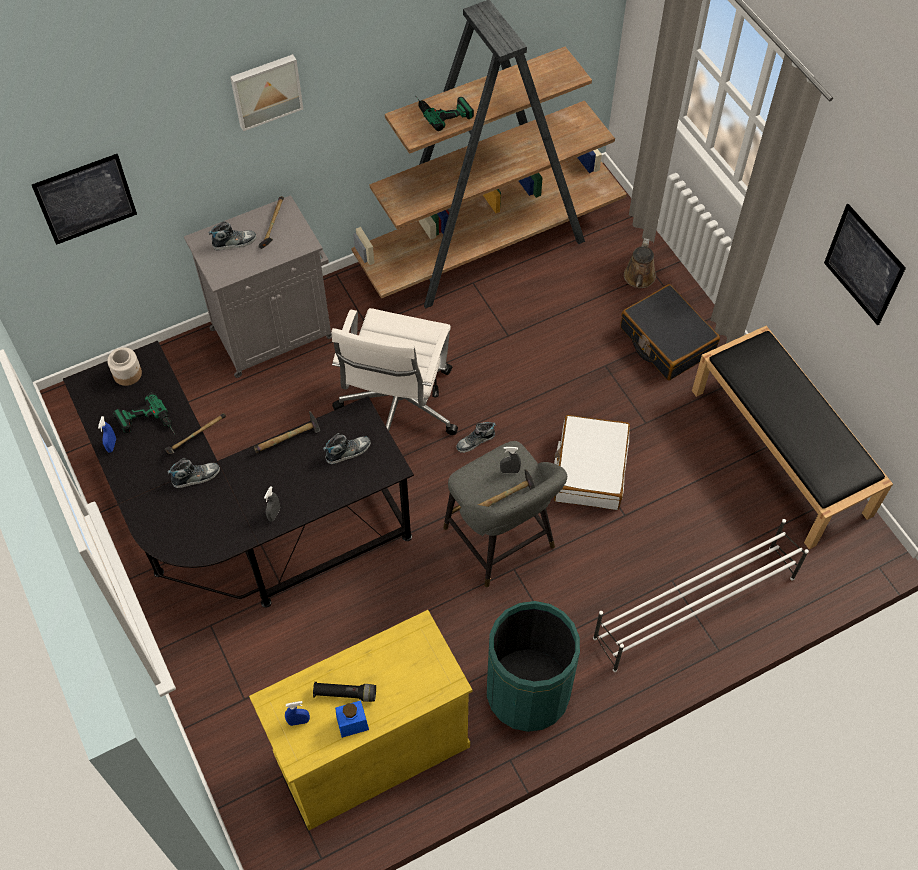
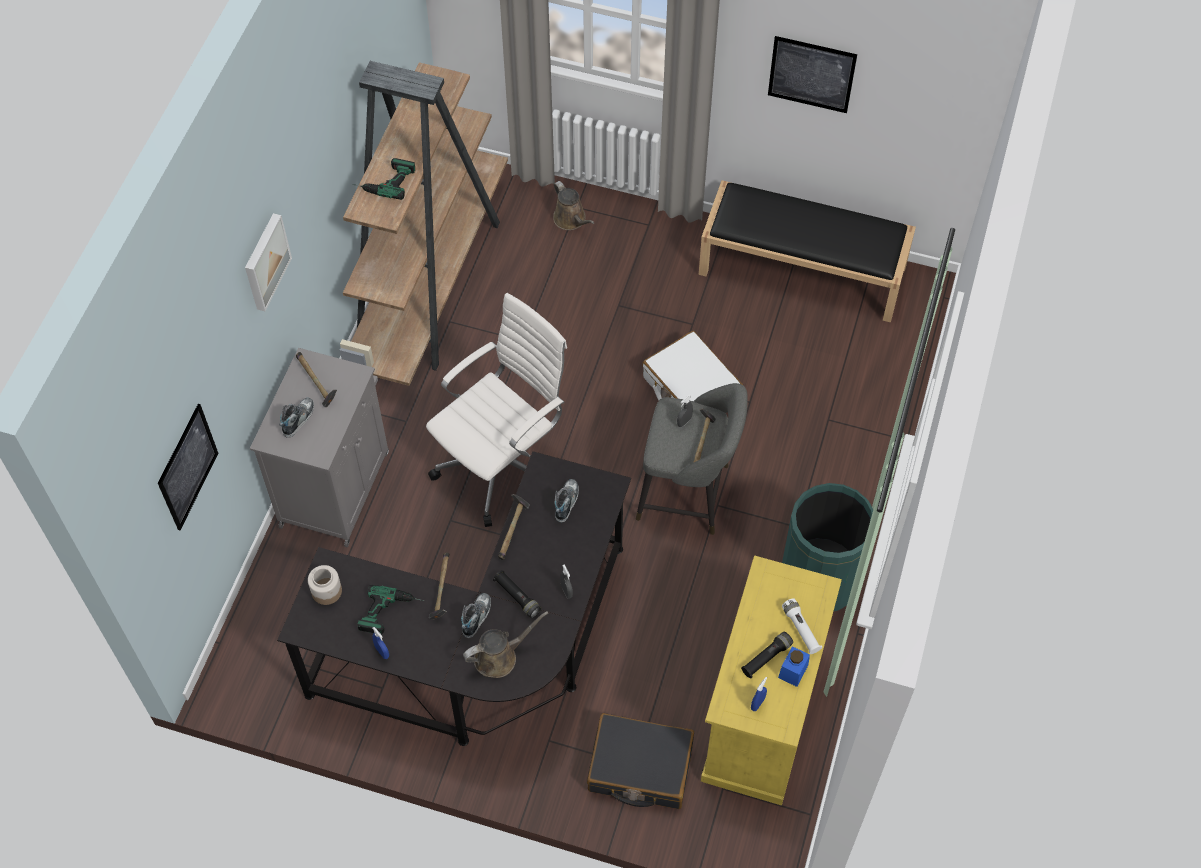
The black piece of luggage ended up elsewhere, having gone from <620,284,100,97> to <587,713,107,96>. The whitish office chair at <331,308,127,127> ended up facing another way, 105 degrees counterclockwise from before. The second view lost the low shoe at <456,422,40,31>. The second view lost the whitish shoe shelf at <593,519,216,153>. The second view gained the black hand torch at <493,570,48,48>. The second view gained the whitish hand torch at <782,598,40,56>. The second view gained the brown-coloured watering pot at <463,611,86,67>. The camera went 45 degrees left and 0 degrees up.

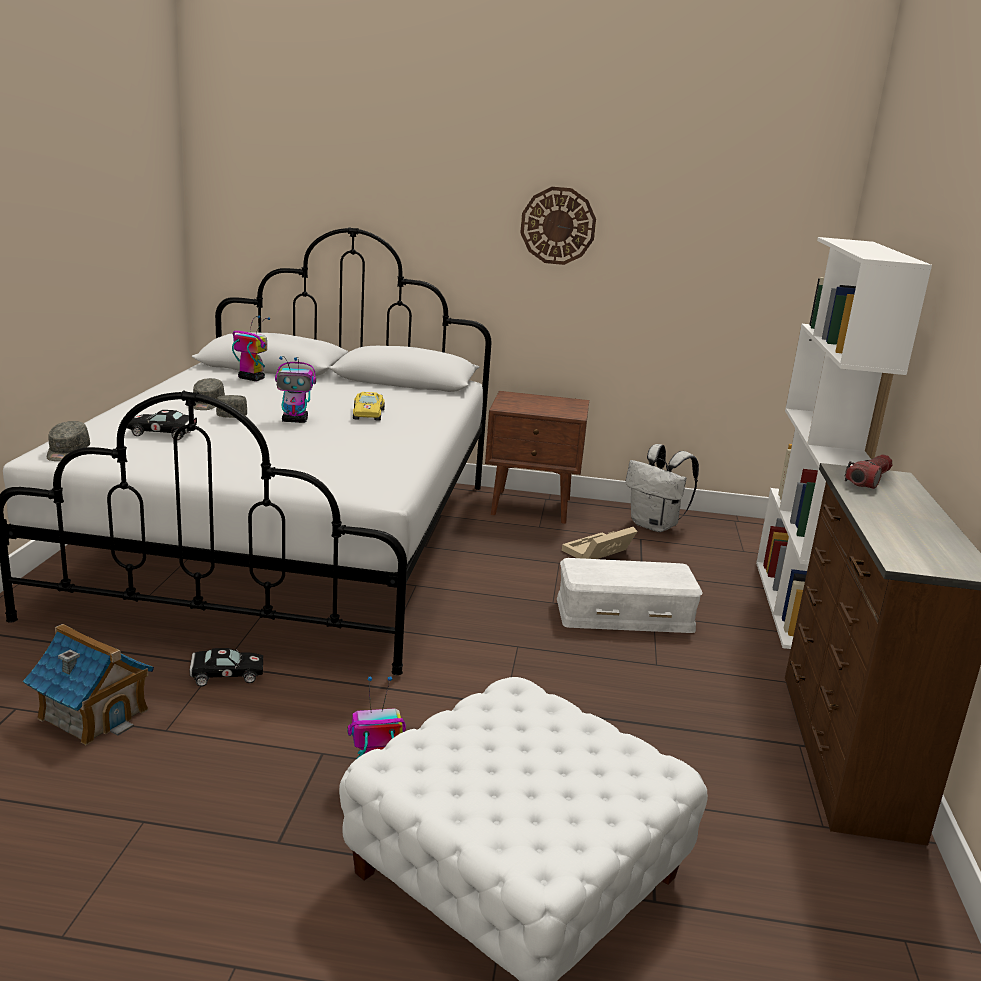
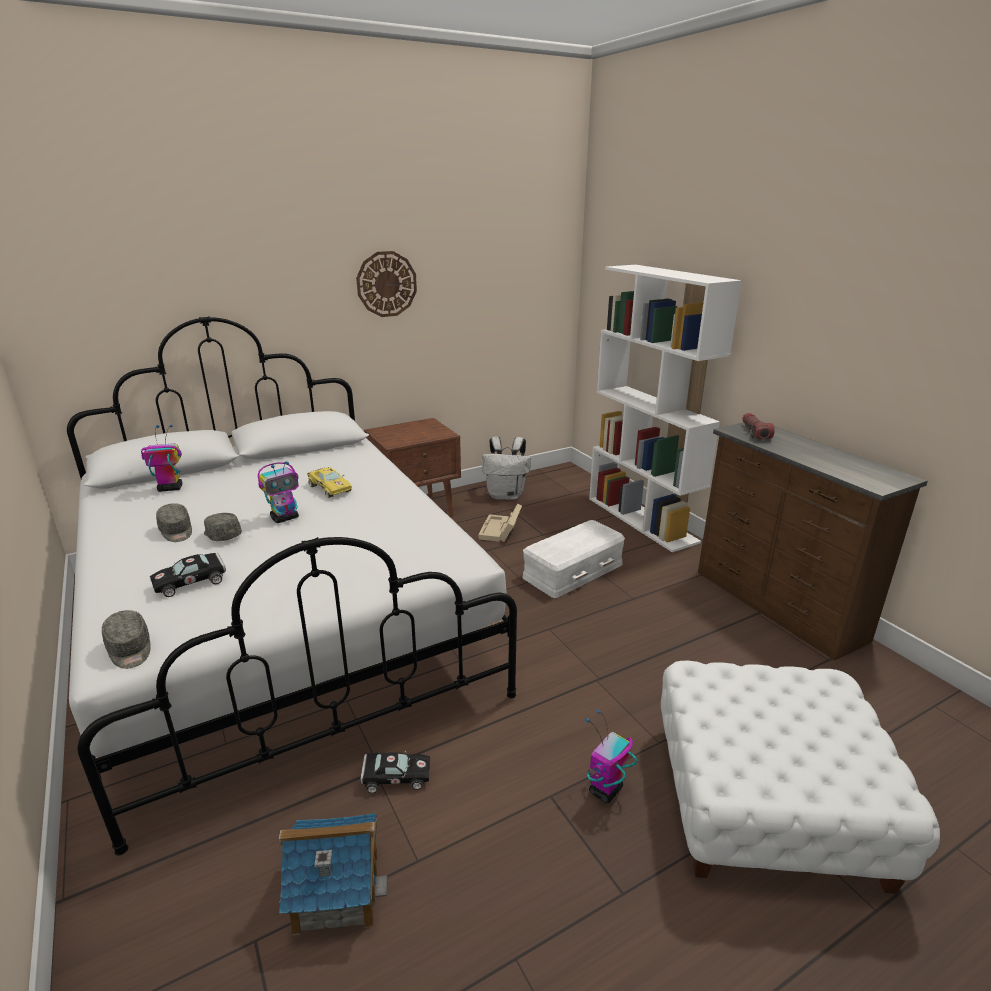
The black model car at <190,648,73,39> ended up facing another way, 45 degrees clockwise from before. The camera went 35 degrees left and 5 degrees up.

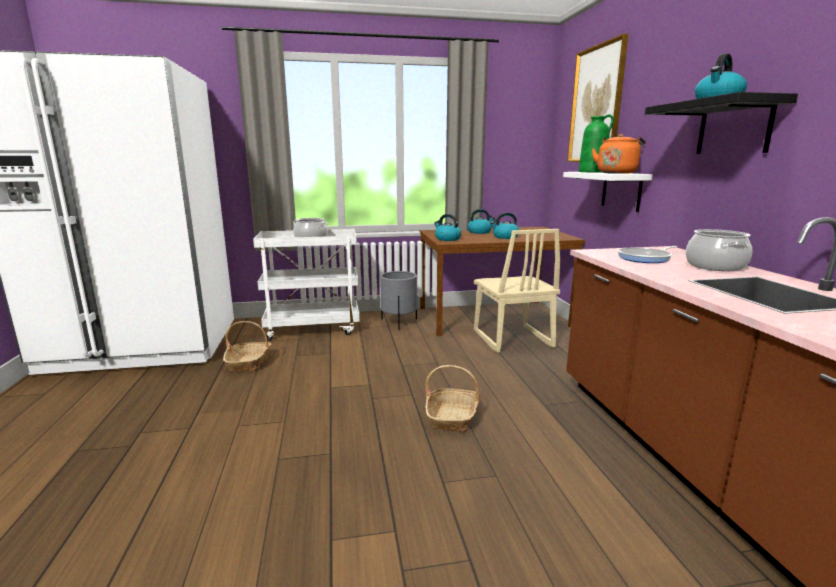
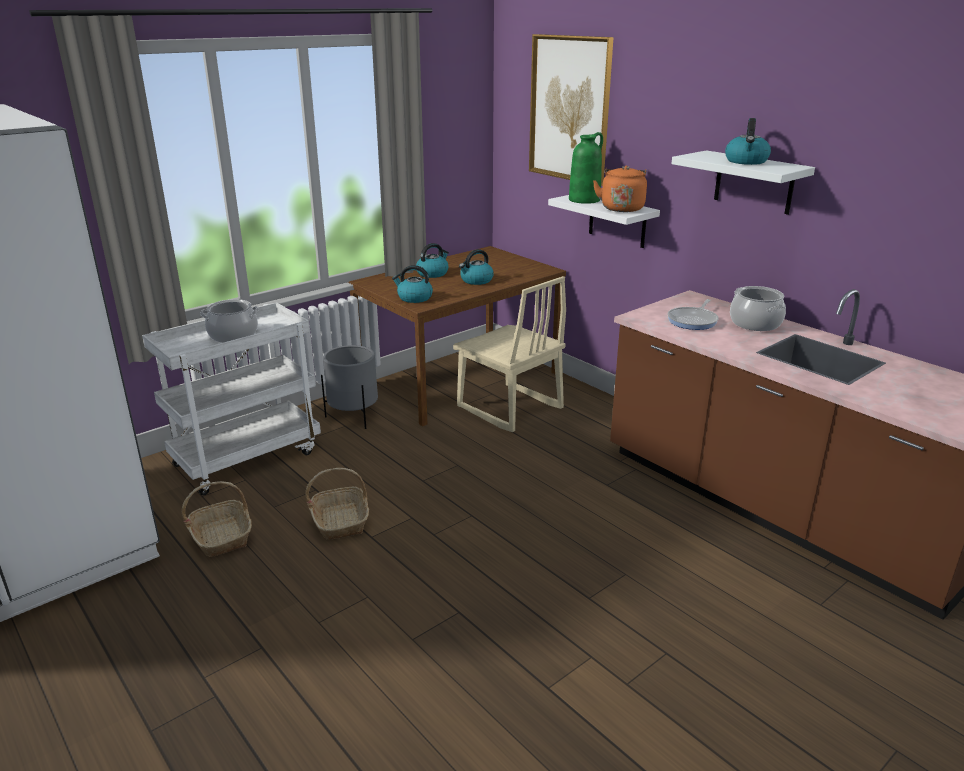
What was the black bracket shelf at <645,92,153,62> turned into the whitish bracket shelf at <671,150,144,65>. The storage basket ended up elsewhere, having gone from <425,365,55,68> to <305,468,64,72>. The camera went 30 degrees left and 10 degrees up.

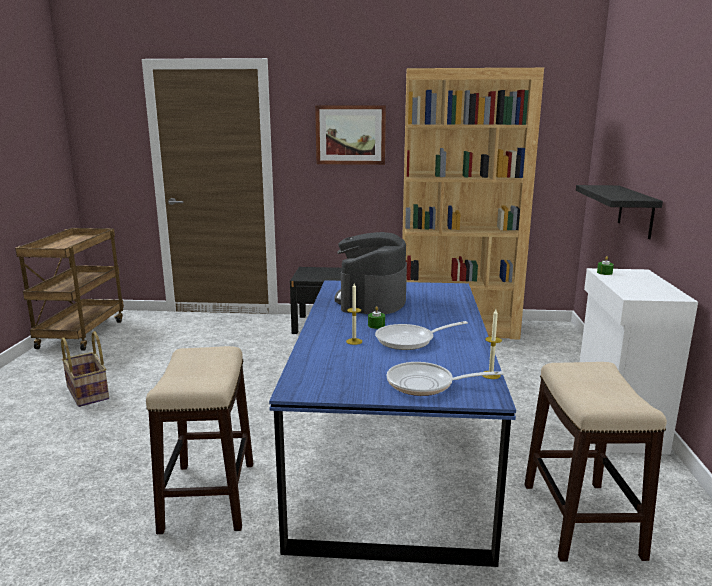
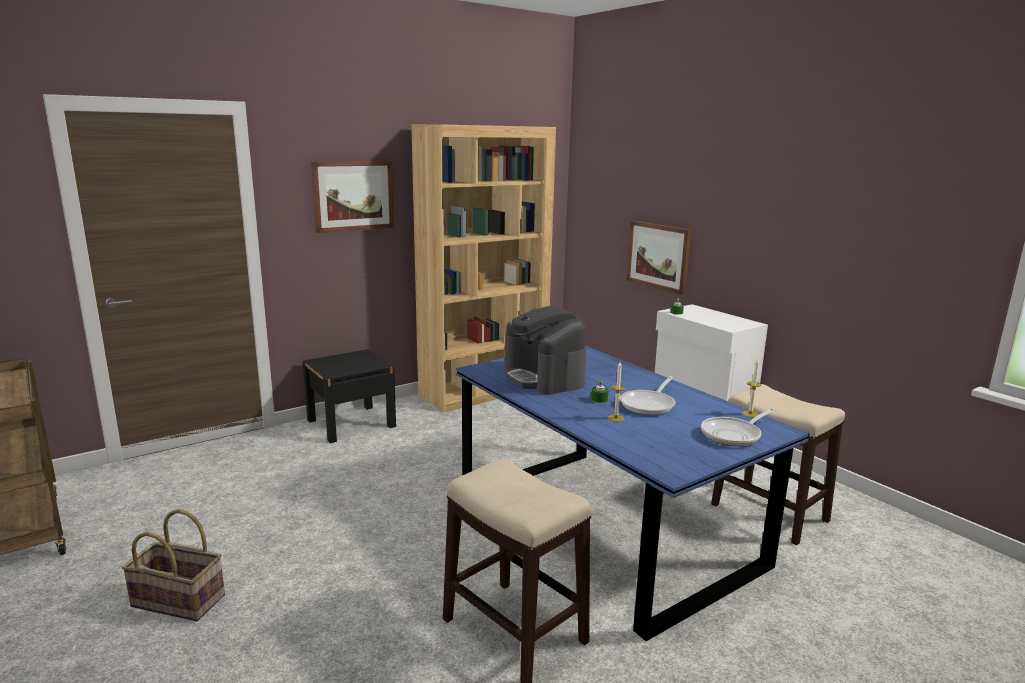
Where the black bracket shelf hung at <576,185,87,54>, the wall picture came to hang at <627,221,64,74>. The camera went 40 degrees left and 0 degrees up.

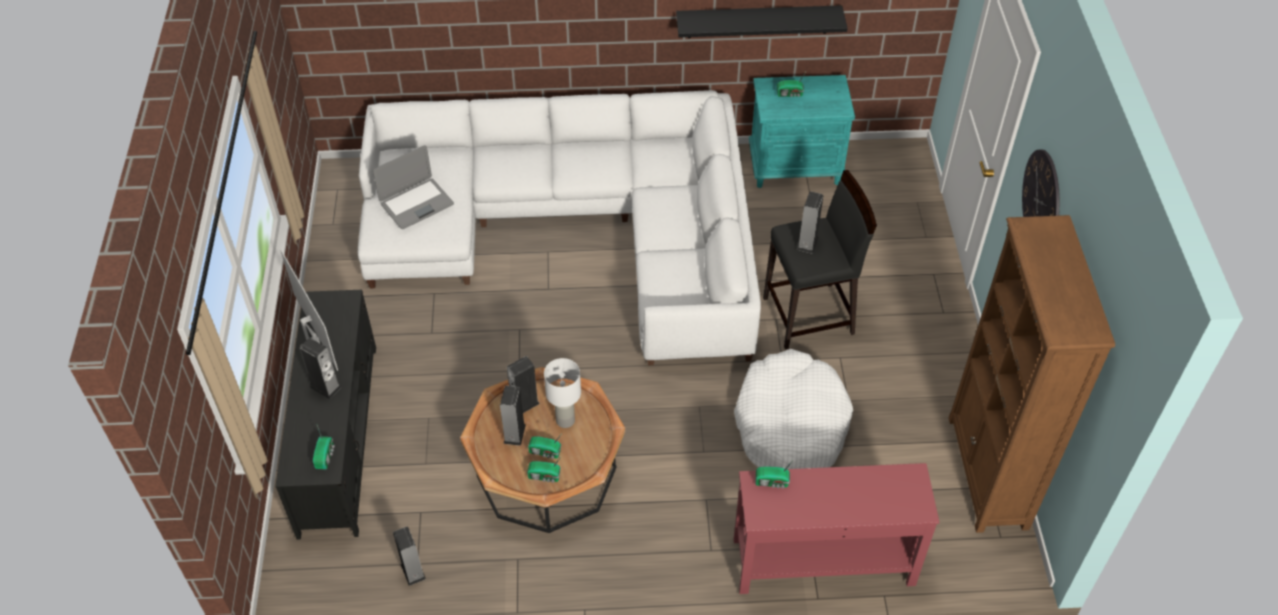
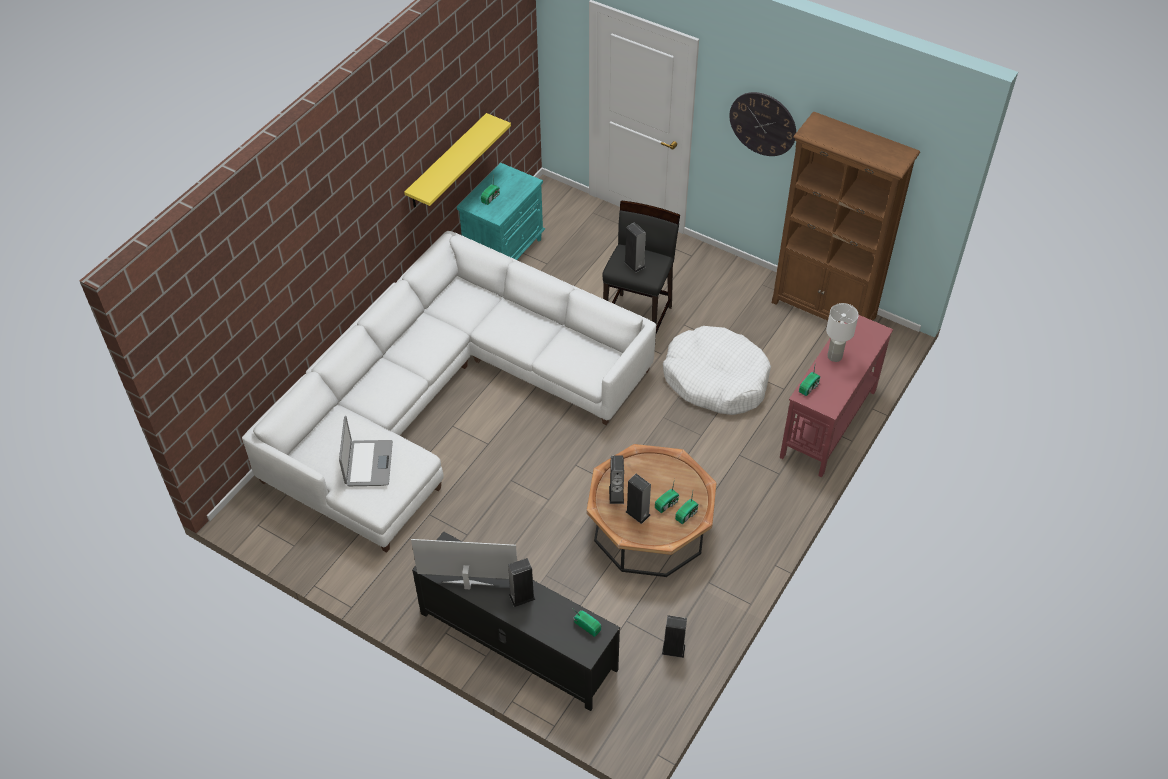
What was the black bracket shelf at <676,5,172,33> turned into the yellowish bracket shelf at <404,113,107,95>. The whitish table lamp ended up elsewhere, having gone from <544,358,37,70> to <826,303,33,59>. The camera went 55 degrees left and 0 degrees up.

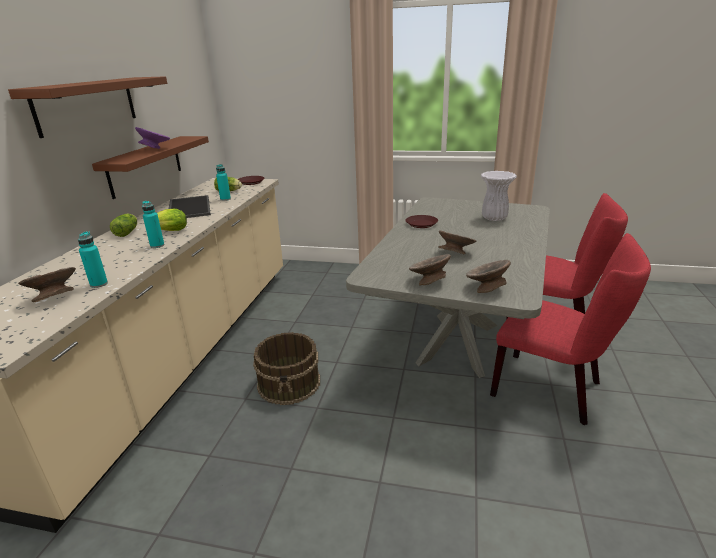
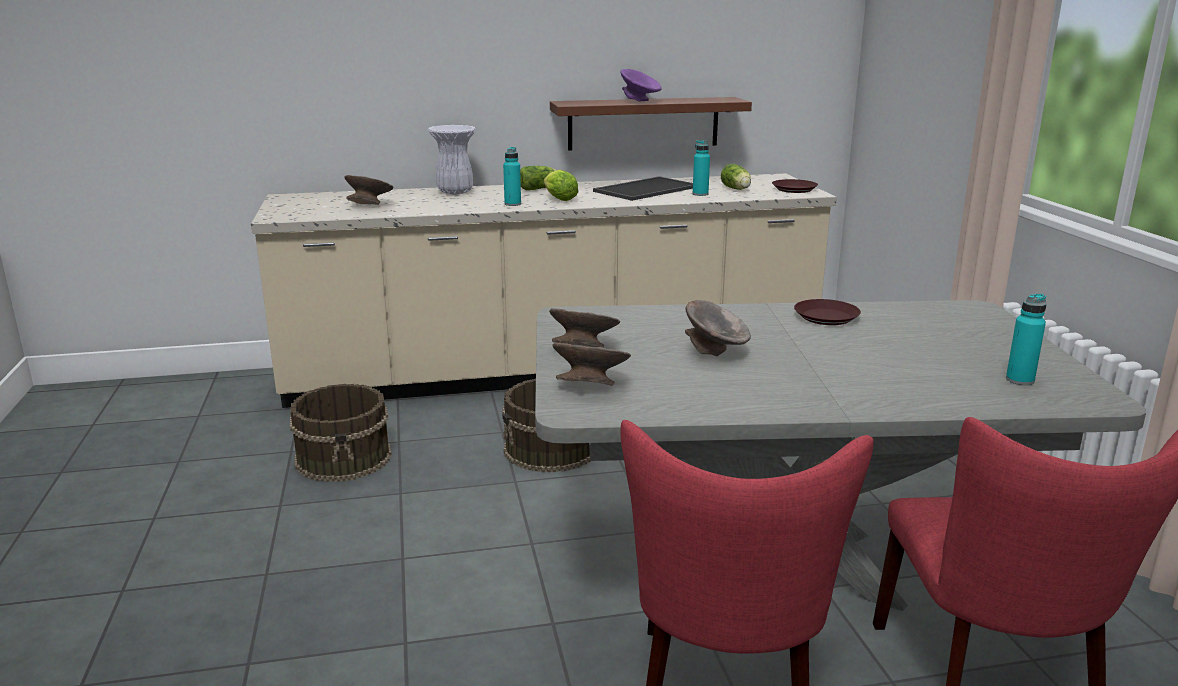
The second view lost the brown-coloured bracket shelf at <8,76,159,62>. The whitish flower vase ended up elsewhere, having gone from <481,171,36,50> to <427,125,49,69>. The turquoise beverage bottle ended up elsewhere, having gone from <78,231,30,57> to <1006,293,40,92>. The second view gained the brown-coloured water bucket at <290,384,102,98>. The camera went 65 degrees right and 5 degrees down.

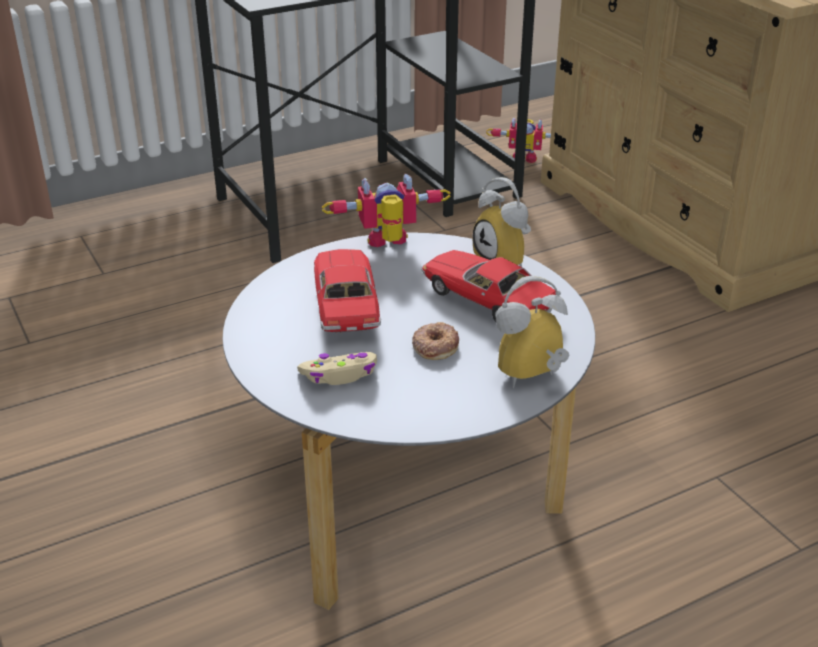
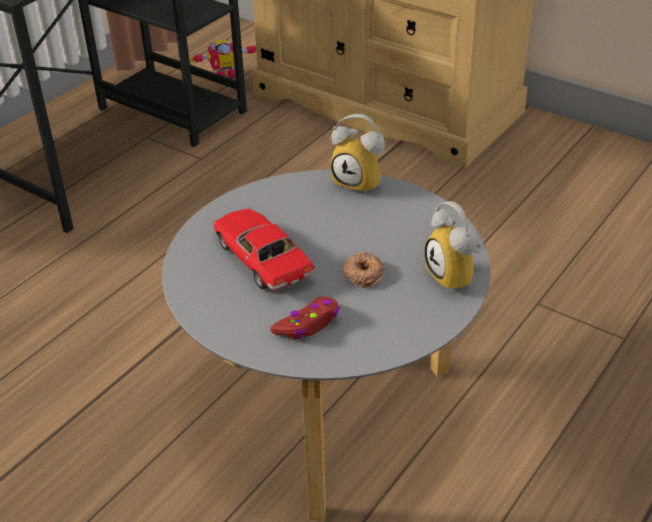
The second view lost the model robot at <322,174,129,73>. The second view lost the model car at <421,250,135,72>. The bedside clock at <496,276,74,112> ended up facing another way, 60 degrees counterclockwise from before. What was the beige gamepad at <297,352,80,33> turned into the red-coloured gamepad at <270,297,70,42>. The camera went 25 degrees left and 5 degrees up.

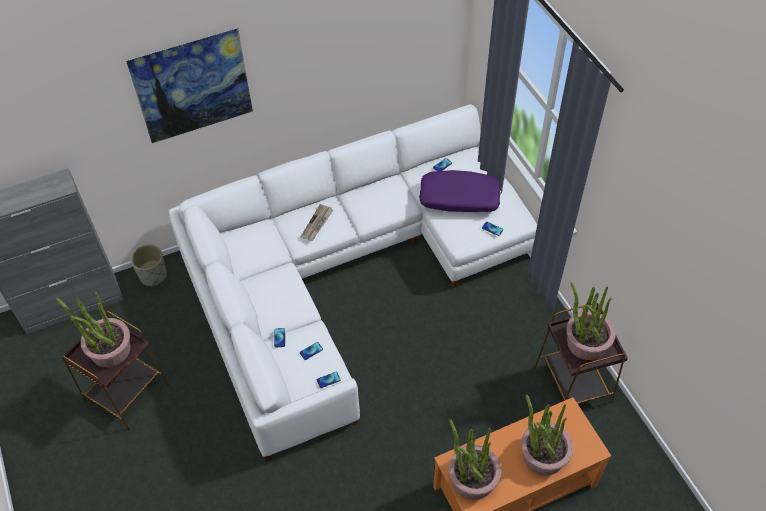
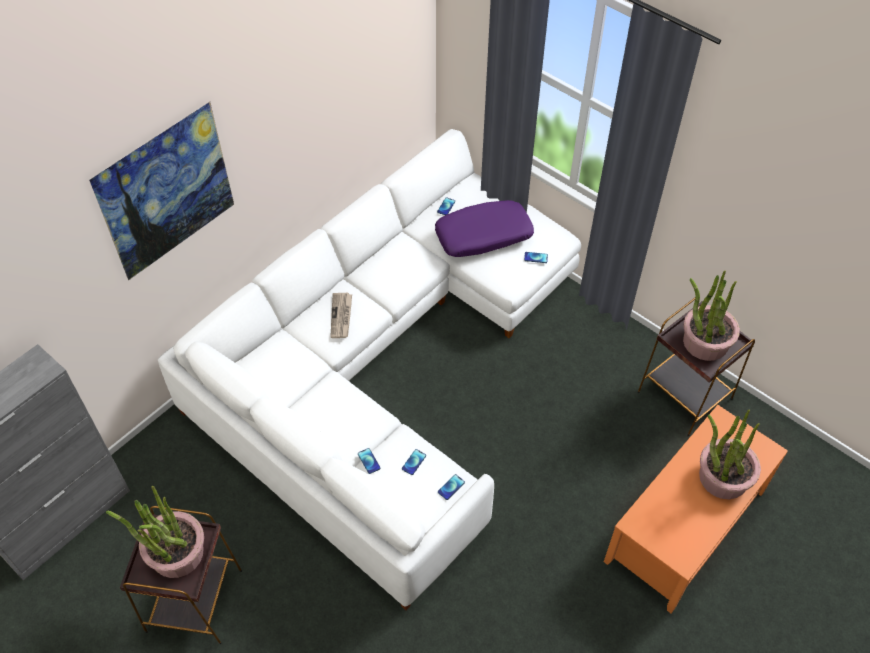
The second view lost the grey planter at <131,245,36,41>. The second view lost the plant in a pot at <449,419,53,81>. The camera went 25 degrees left and 0 degrees up.

